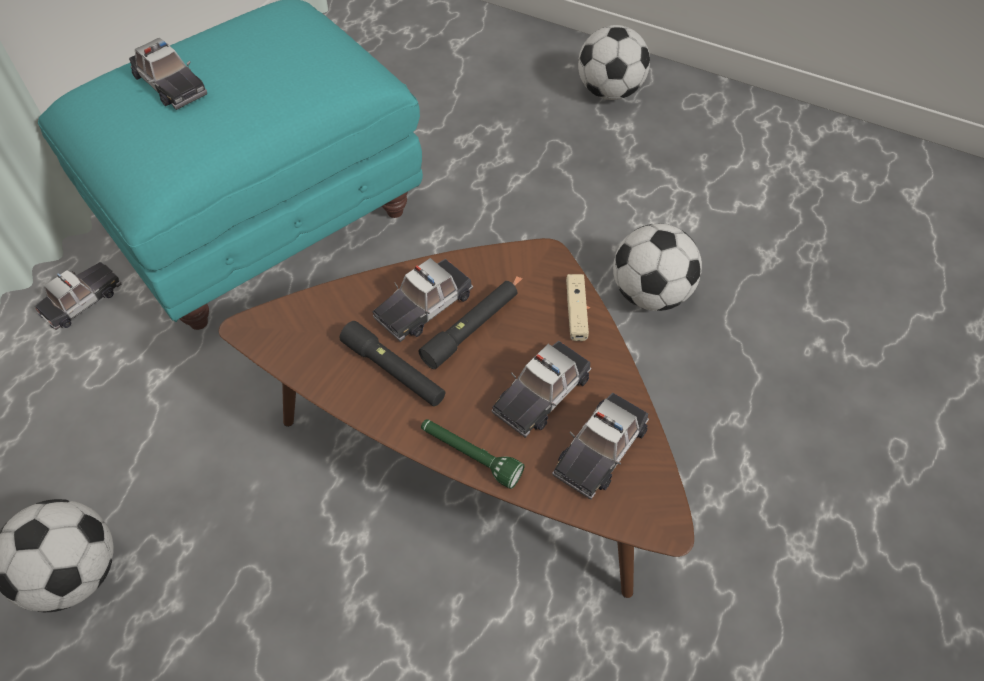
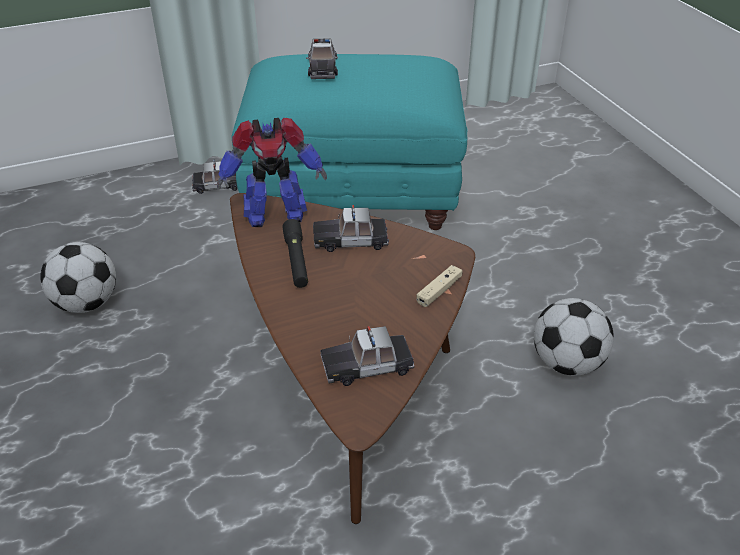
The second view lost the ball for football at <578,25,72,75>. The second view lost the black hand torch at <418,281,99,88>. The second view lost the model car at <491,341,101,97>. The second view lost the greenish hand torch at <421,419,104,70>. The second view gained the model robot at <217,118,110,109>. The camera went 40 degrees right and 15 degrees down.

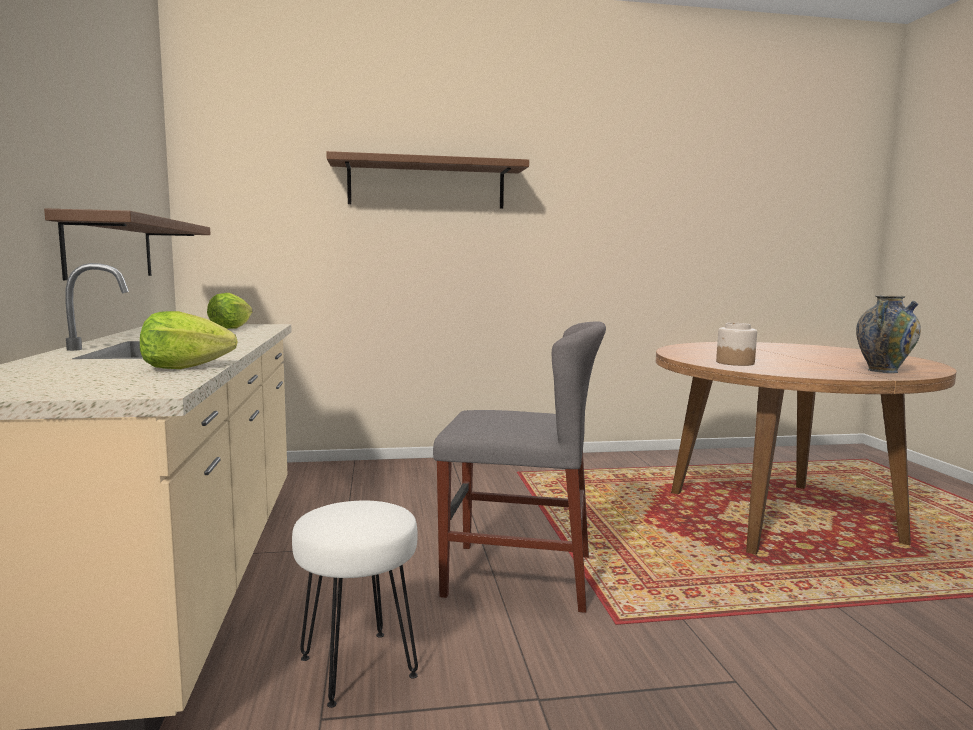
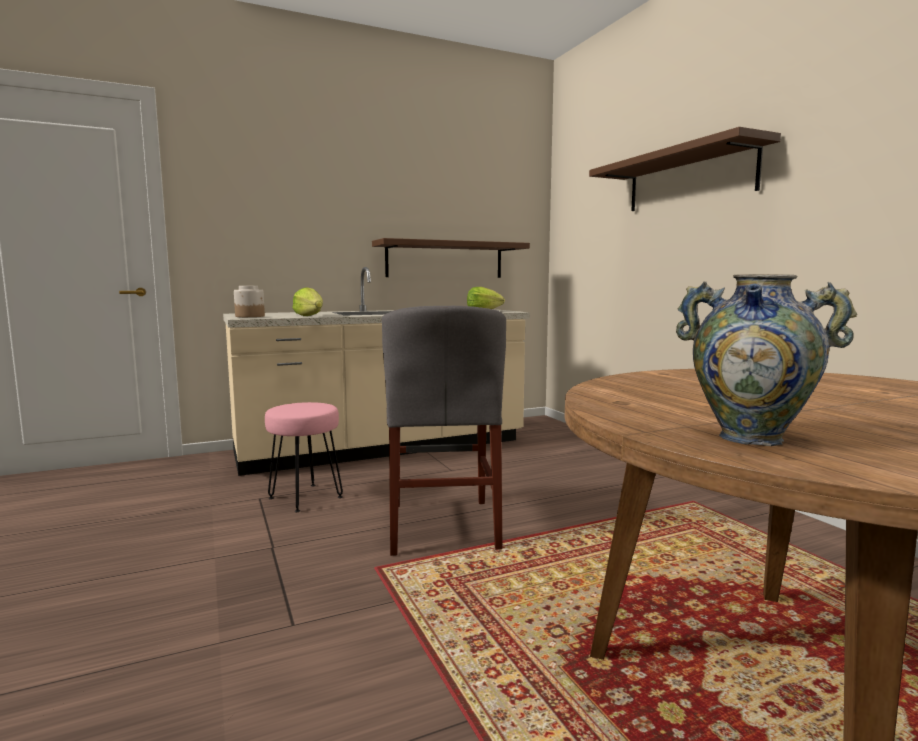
The preserve jar ended up elsewhere, having gone from <716,323,41,43> to <234,286,31,31>. What was the whitish sitting stool at <292,501,126,207> turned into the pinkish sitting stool at <265,402,78,110>. The camera went 75 degrees right and 0 degrees up.

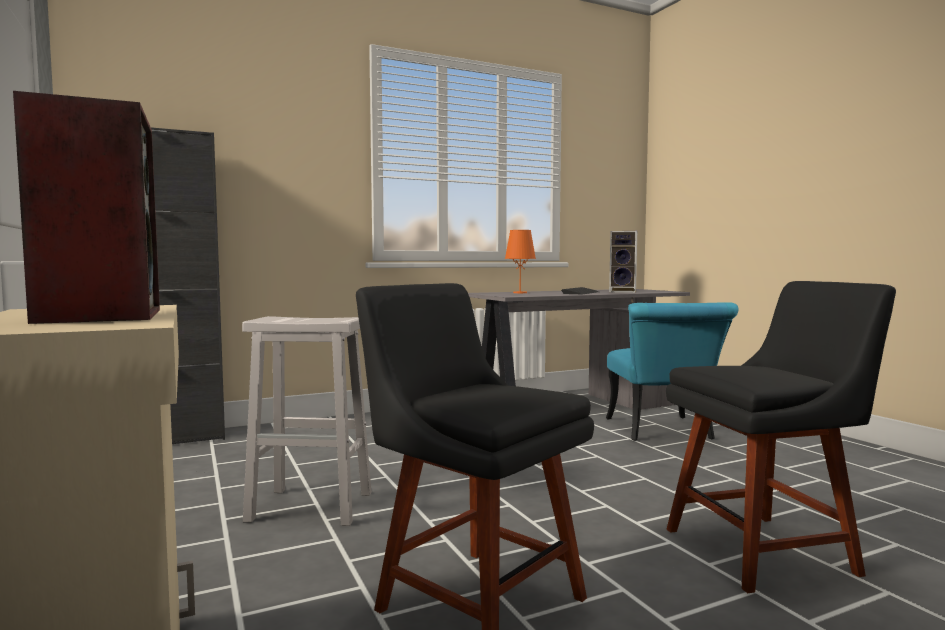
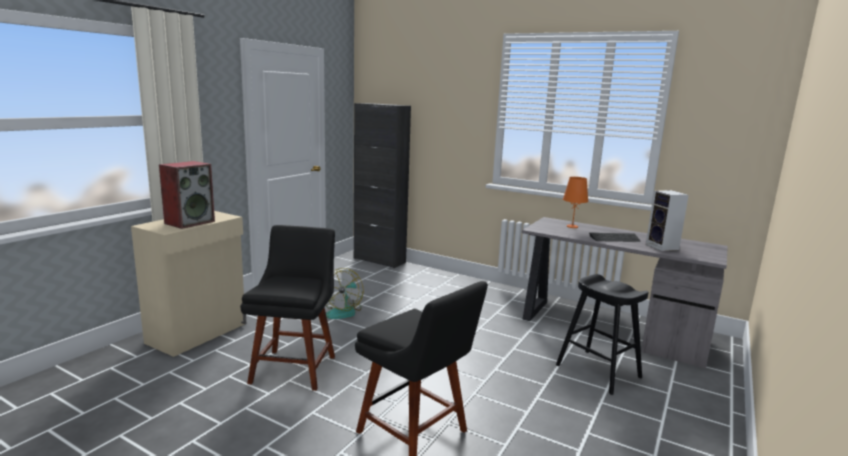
Where the turquoise upright chair stood at <606,302,133,139>, the black sitting stool came to stand at <556,274,92,121>. Where the whitish sitting stool stood at <242,316,130,210>, the cooling fan came to stand at <326,268,38,51>. The camera went 55 degrees right and 10 degrees up.

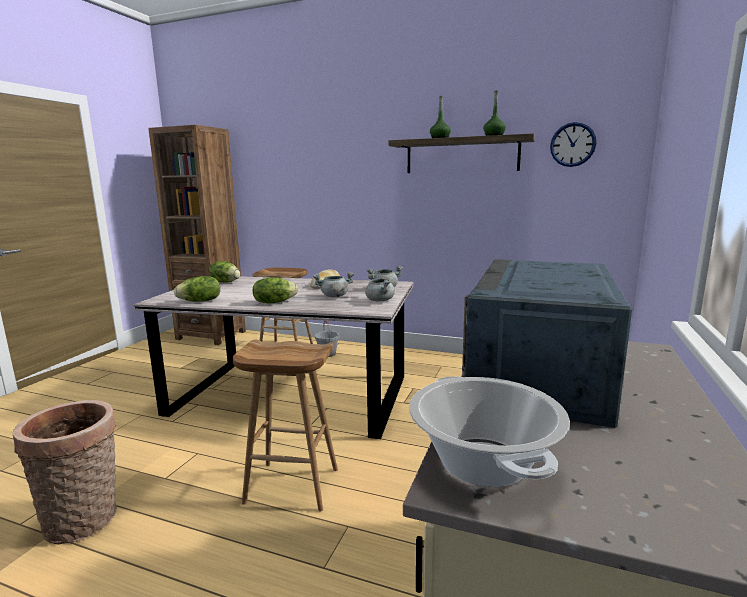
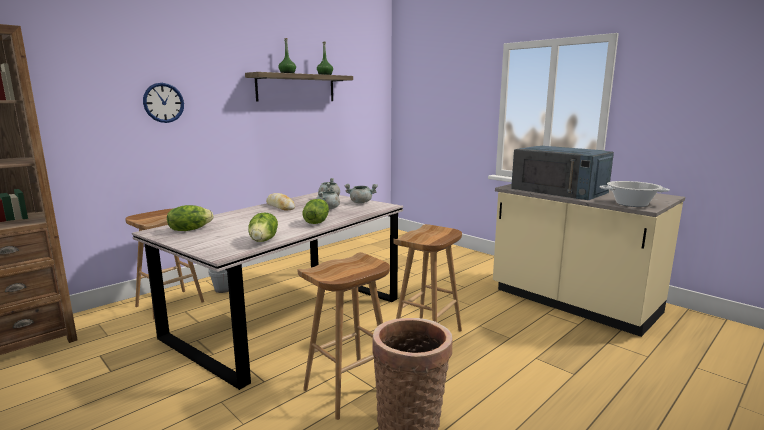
The clock on the wall ended up elsewhere, having gone from <550,122,46,45> to <143,83,41,40>. The second view gained the brown-coloured sitting stool at <297,252,93,168>. The camera went 65 degrees left and 0 degrees up.

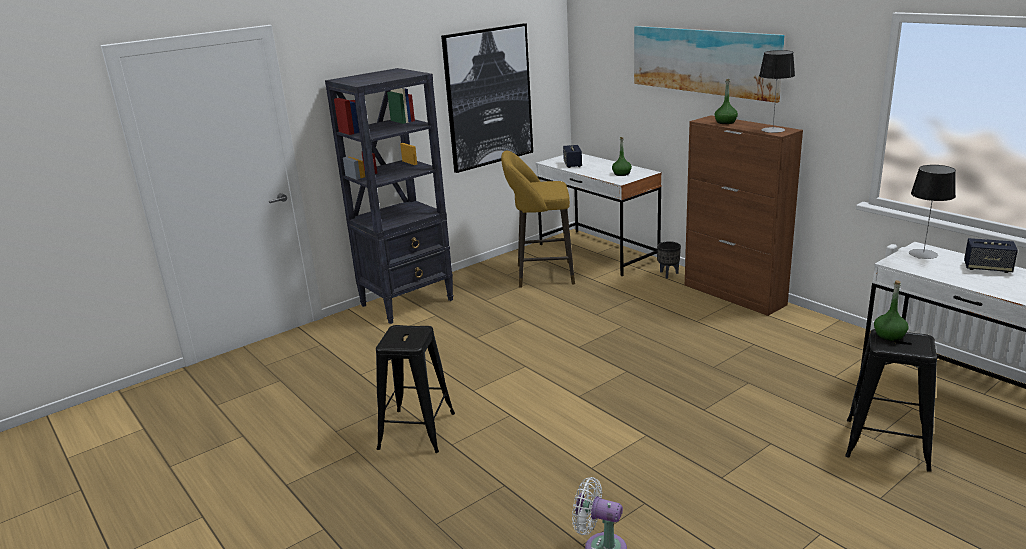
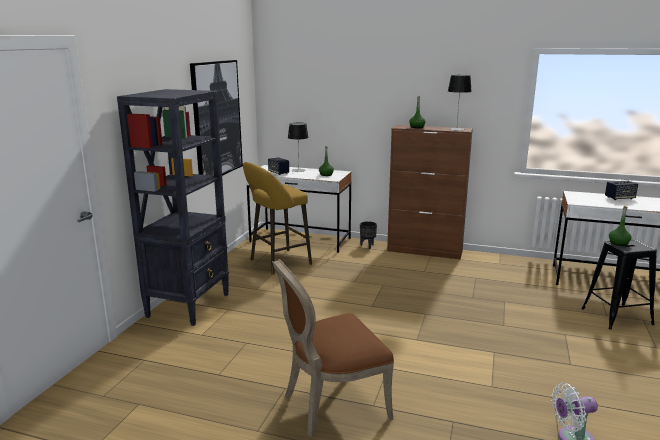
The second view lost the wall picture at <634,26,151,77>. The table lamp ended up elsewhere, having gone from <909,165,47,94> to <288,122,21,50>. Where the black sitting stool stood at <376,325,79,128>, the brown-coloured upright chair came to stand at <272,259,122,178>. The camera went 35 degrees left and 5 degrees down.

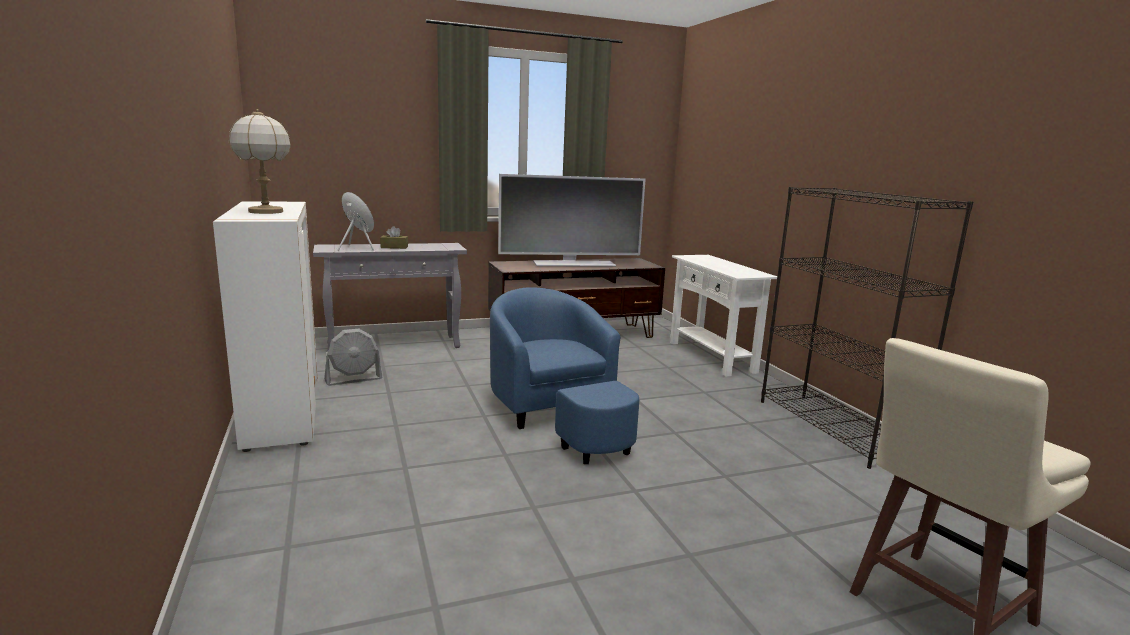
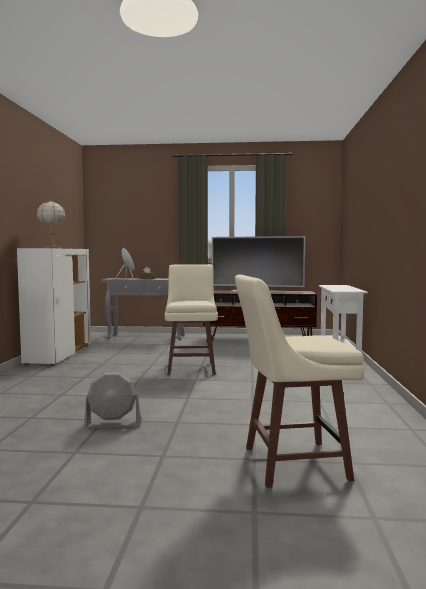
The second view lost the black bookshelf at <761,187,212,282>. Where the blue-coloured armchair stood at <490,287,149,177>, the beige sitting stool came to stand at <165,264,53,112>. The grey cooling fan ended up elsewhere, having gone from <324,329,58,57> to <84,372,58,56>. The camera went 25 degrees right and 10 degrees down.

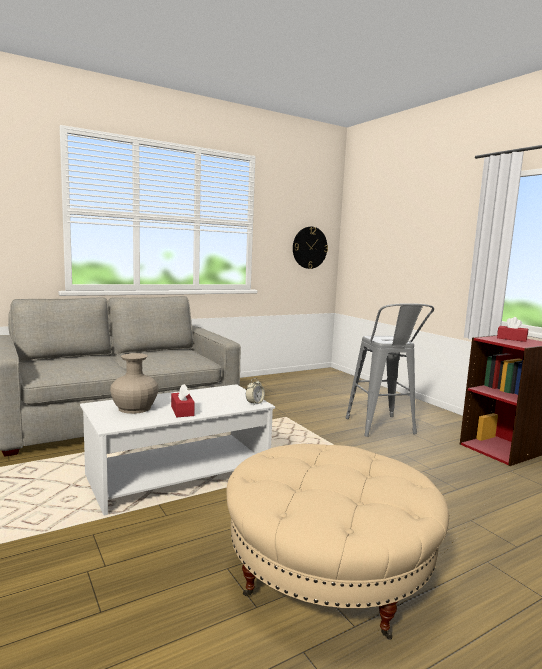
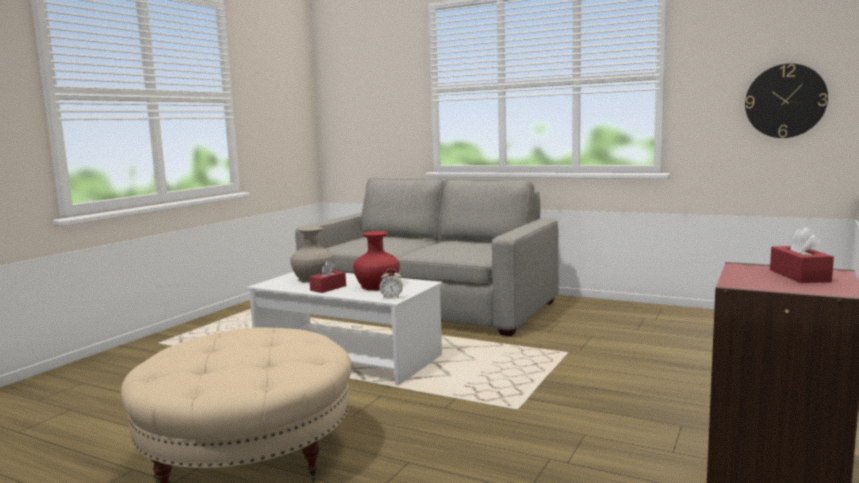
The second view lost the grey sitting stool at <346,303,88,134>. The second view gained the red-coloured flower vase at <353,231,47,59>. The camera went 60 degrees right and 0 degrees up.

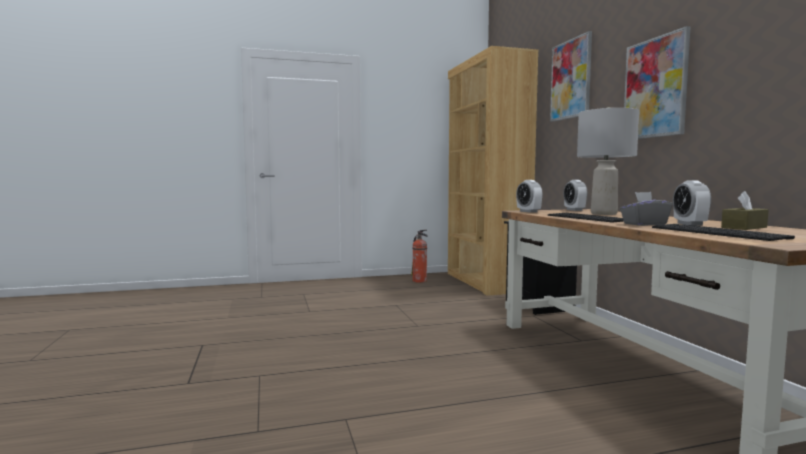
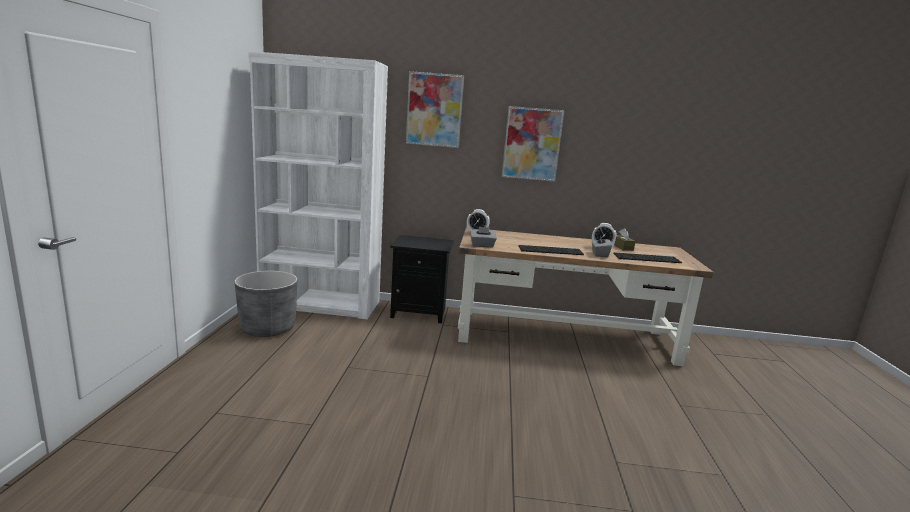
What was the brown-coloured bookshelf at <448,46,90,250> turned into the whitish bookshelf at <248,51,140,268>. The second view lost the grey table lamp at <577,107,62,108>. Where the bedside clock stood at <516,180,27,33>, the grey box of tissues came to stand at <470,227,27,21>. Where the fire-fighting cylinder stood at <411,230,17,53>, the grey planter came to stand at <235,271,62,66>. The camera went 70 degrees left and 10 degrees up.

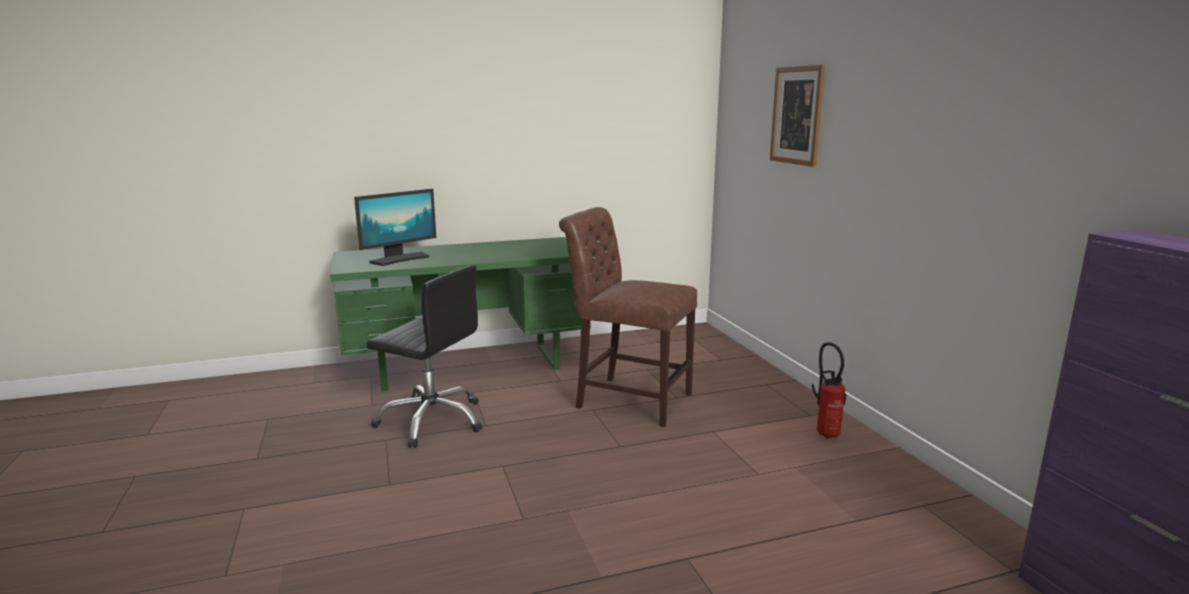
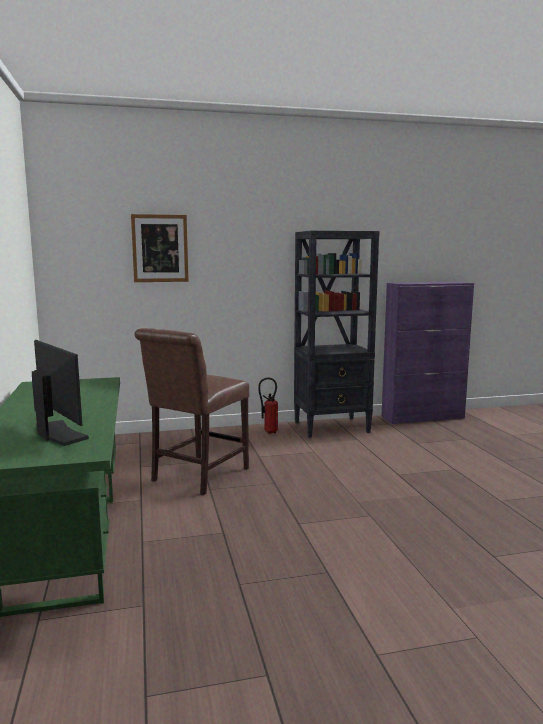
The second view lost the black office chair at <366,265,116,183>. The second view gained the black bookshelf at <294,231,85,207>. The camera went 85 degrees left and 5 degrees down.

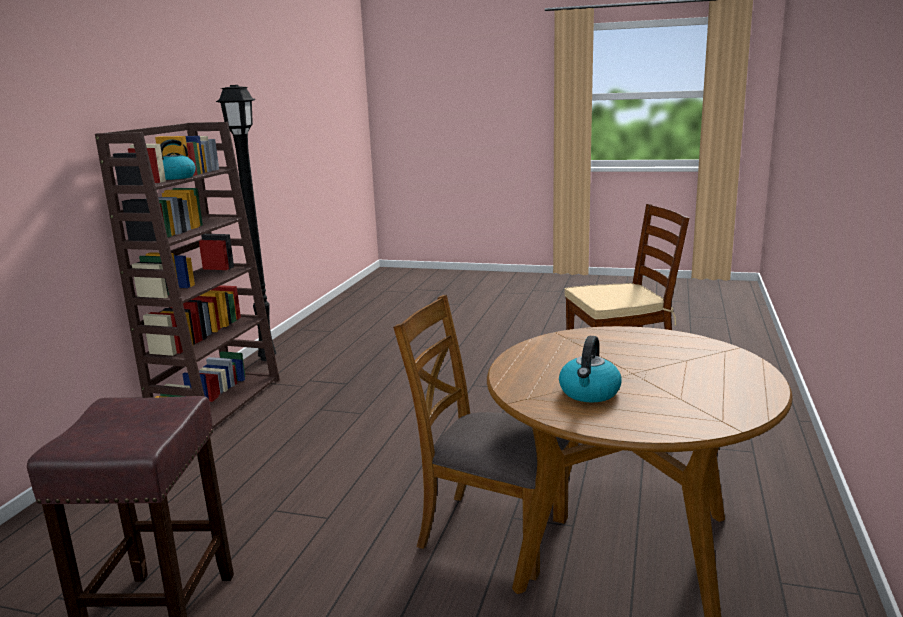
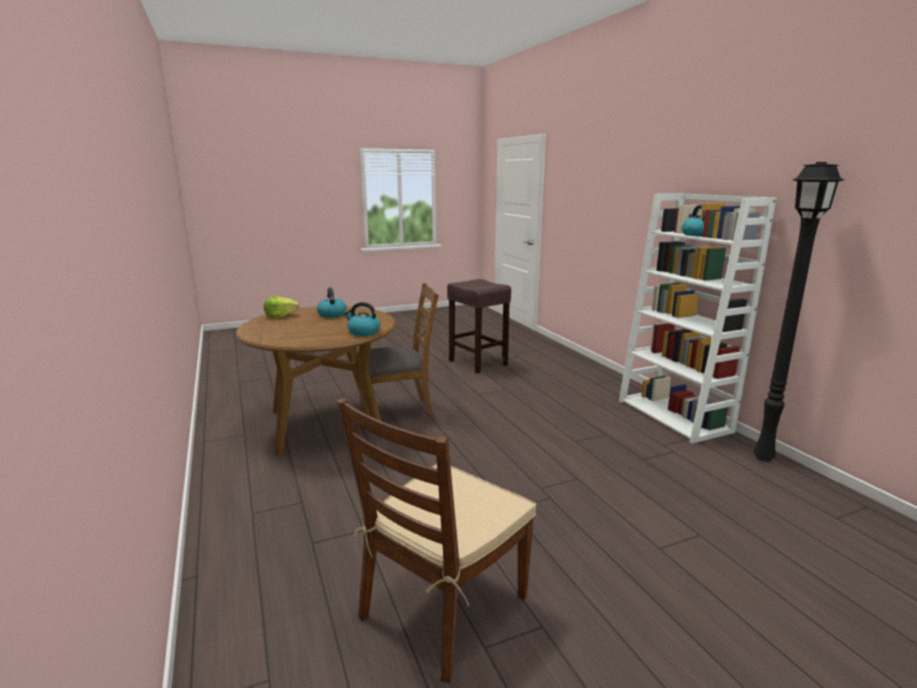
What was the brown-coloured bookshelf at <95,122,185,306> turned into the whitish bookshelf at <619,193,157,251>. The second view gained the lettuce head at <264,296,35,22>. The second view gained the tea kettle at <344,302,36,34>. The camera went 140 degrees right and 0 degrees up.

